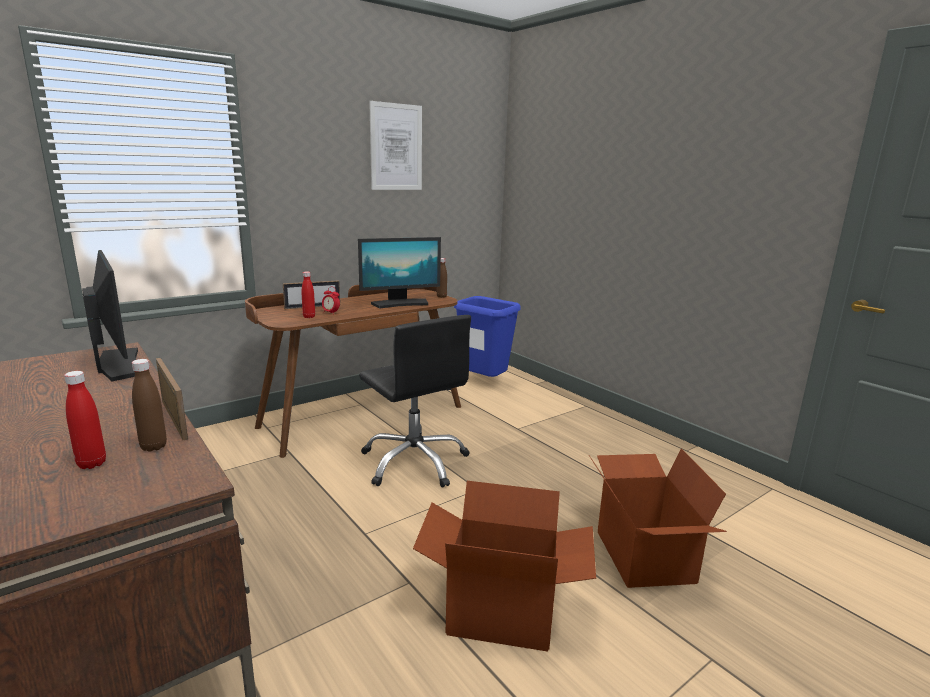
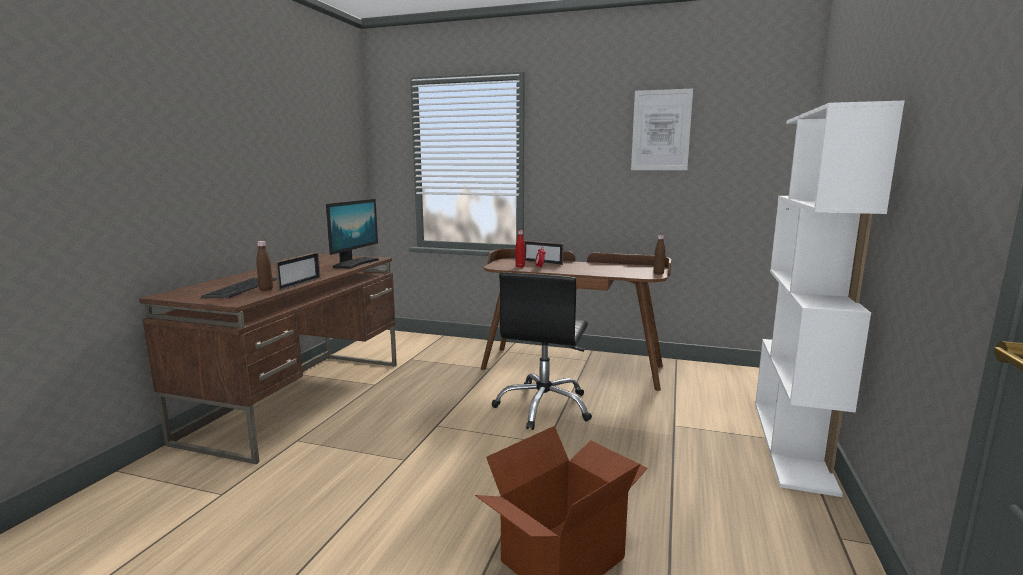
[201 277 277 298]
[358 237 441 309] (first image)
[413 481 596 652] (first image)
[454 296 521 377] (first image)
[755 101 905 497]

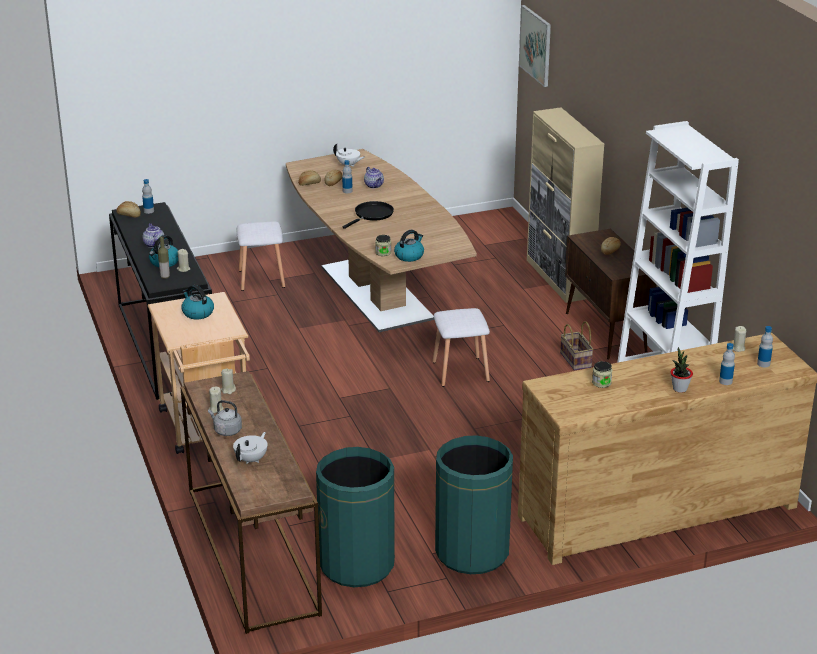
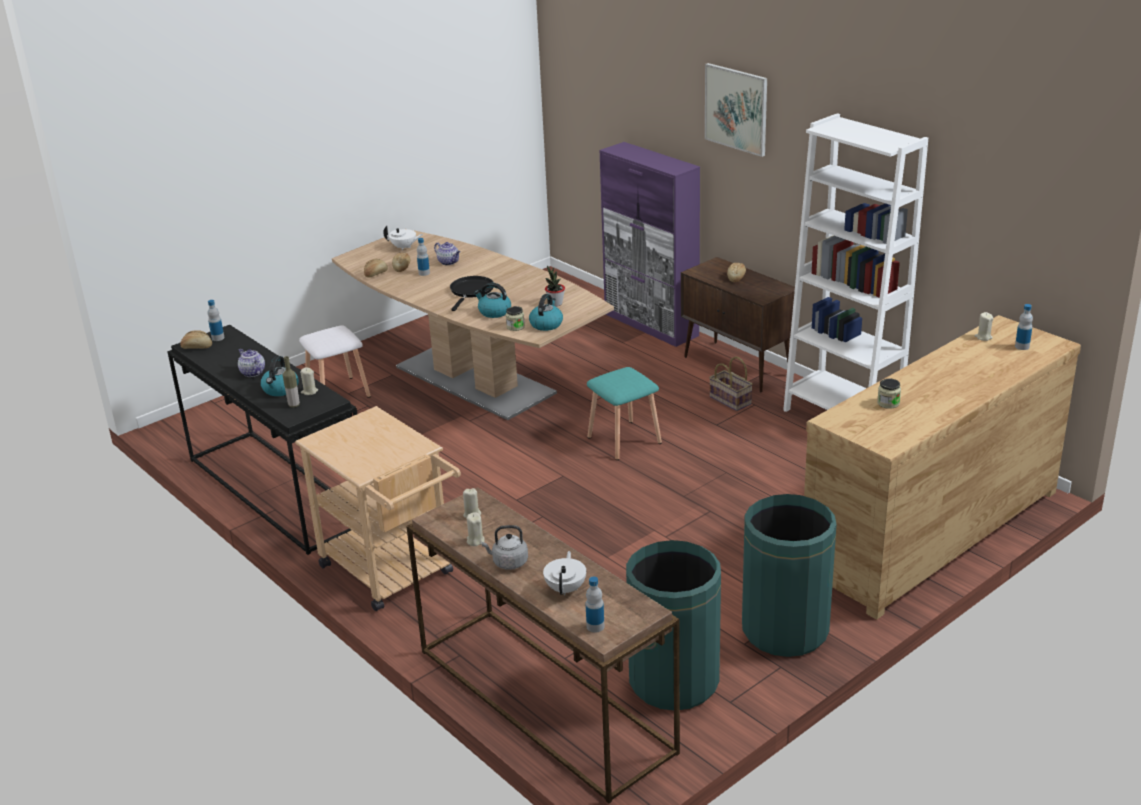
[474 283 511 318]
[587 367 662 460]
[705 63 767 157]
[599 142 700 347]
[545 266 565 307]
[586 576 605 633]

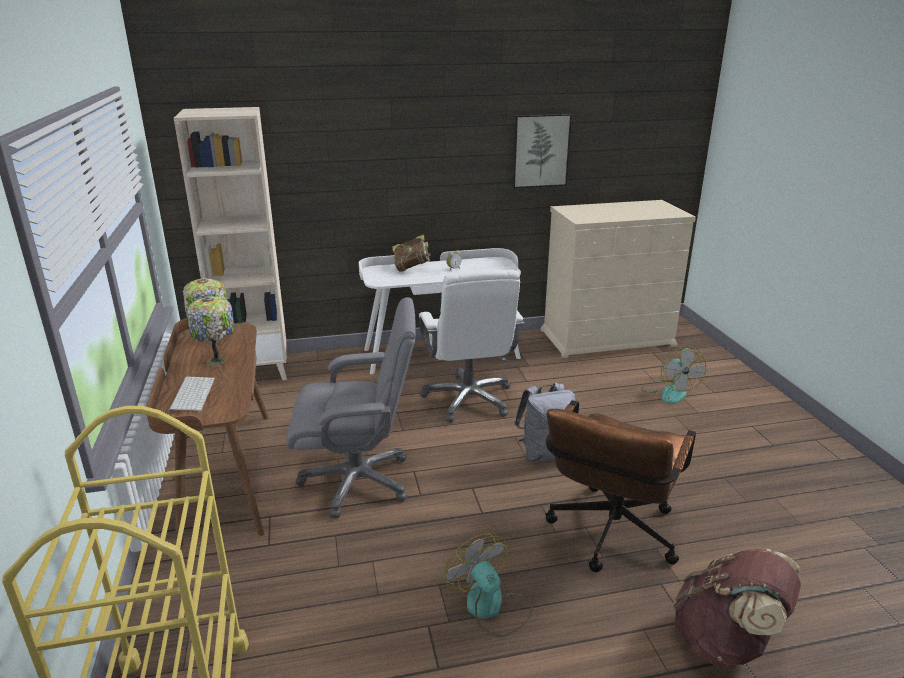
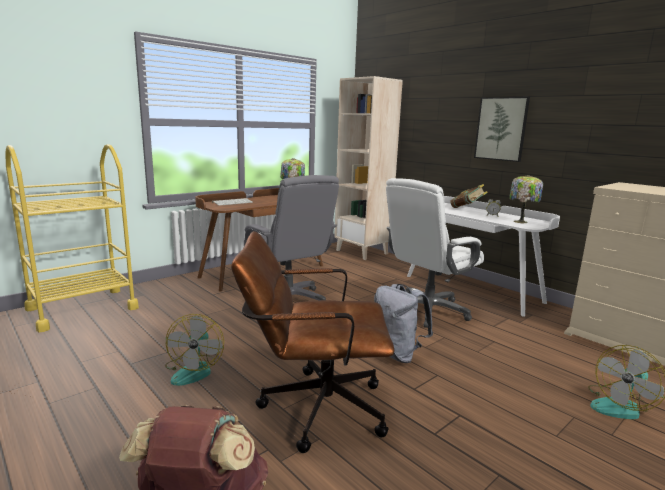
[509 175 543 223]
[165 314 224 386]
[474 97 530 162]

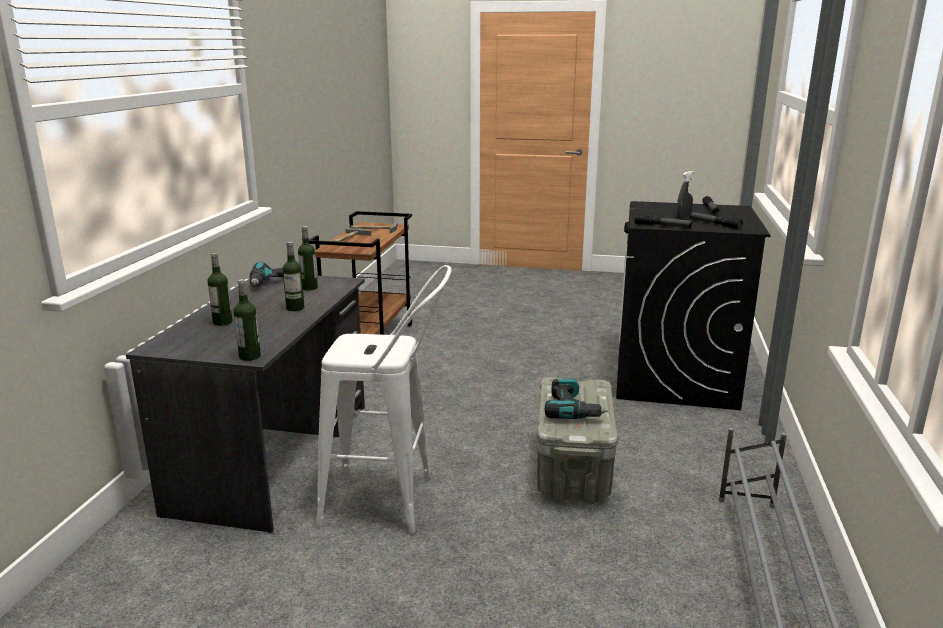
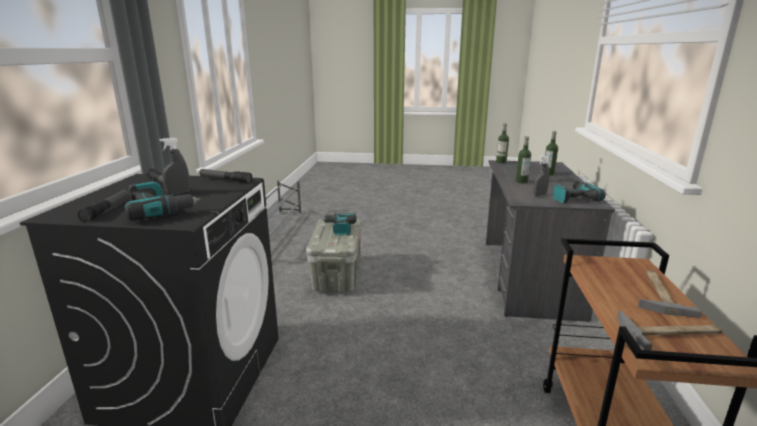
[534 155 549 196]
[316 265 451 534] (first image)
[124 182 201 221]

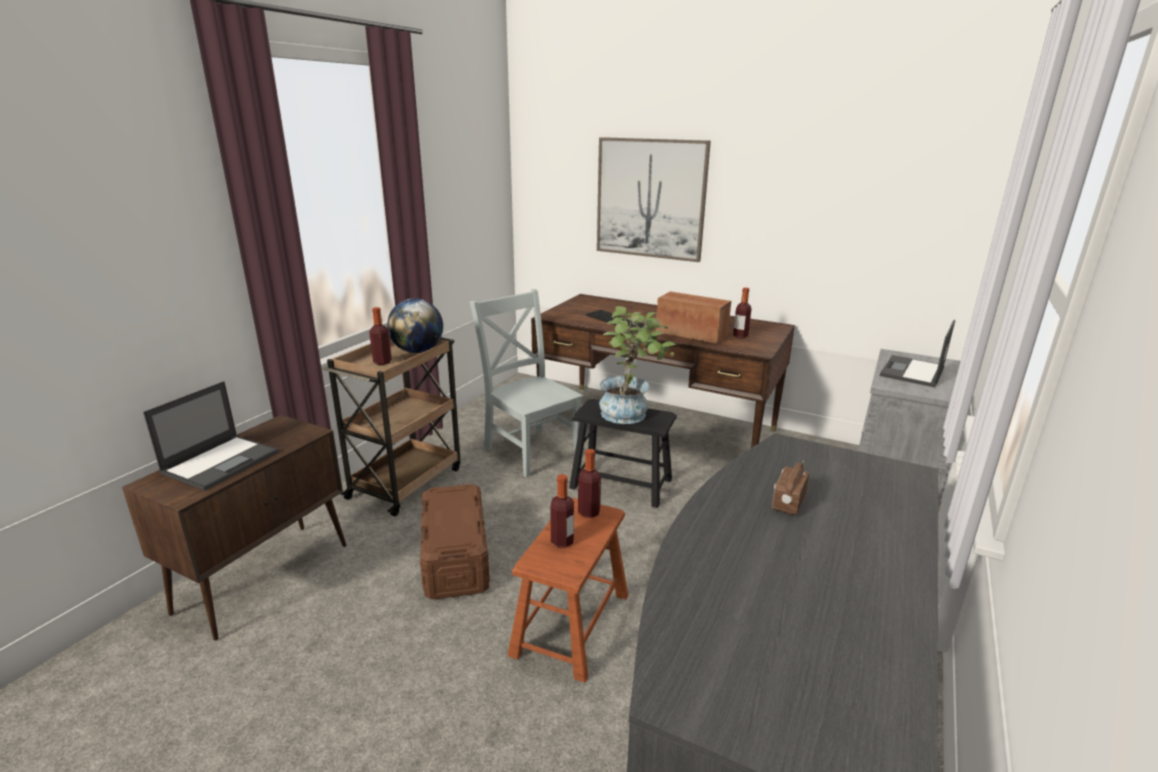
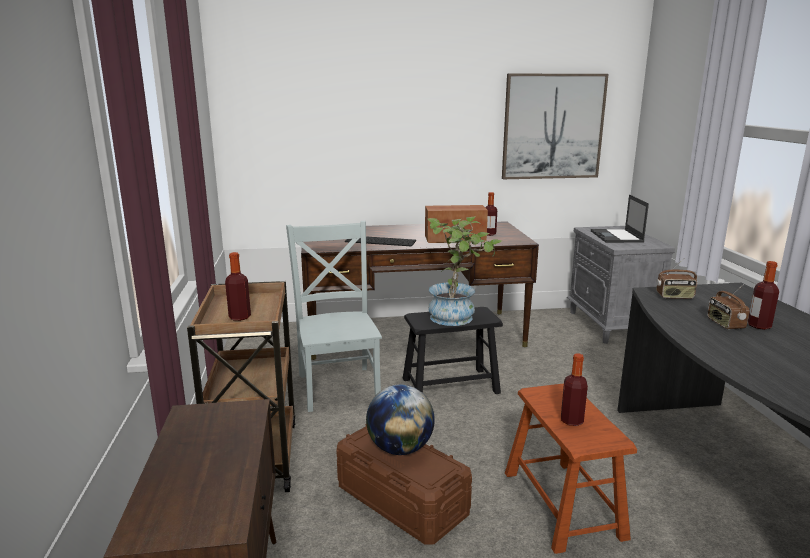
[143 381 278 491] (first image)
[366 385 435 455]
[286 221 382 412]
[748 261 779 330]
[502 74 609 179]
[656 258 698 299]

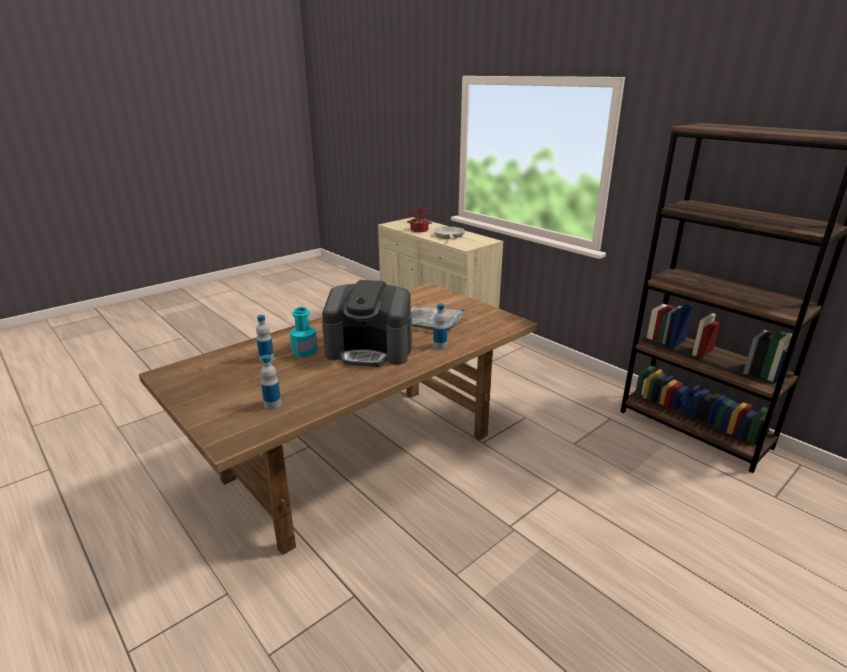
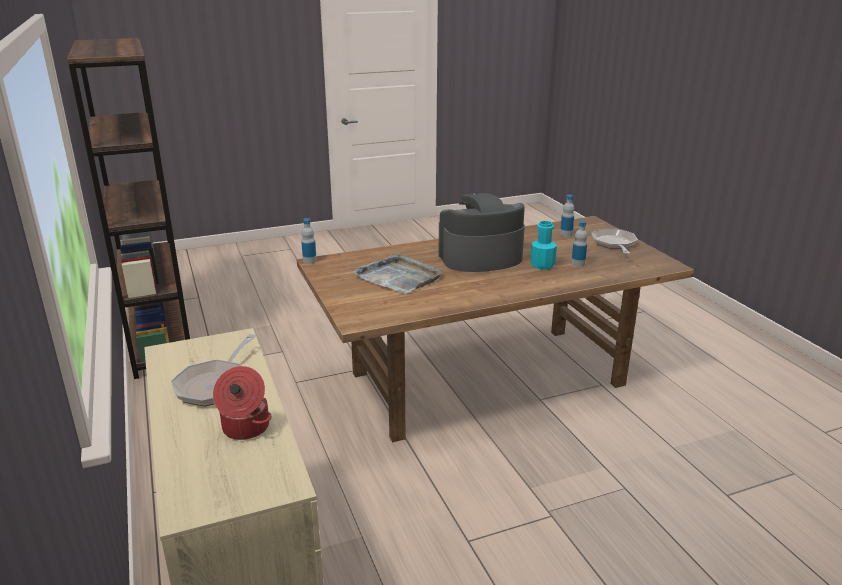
[438 193 525 272]
[301 218 317 264]
[591 229 638 254]

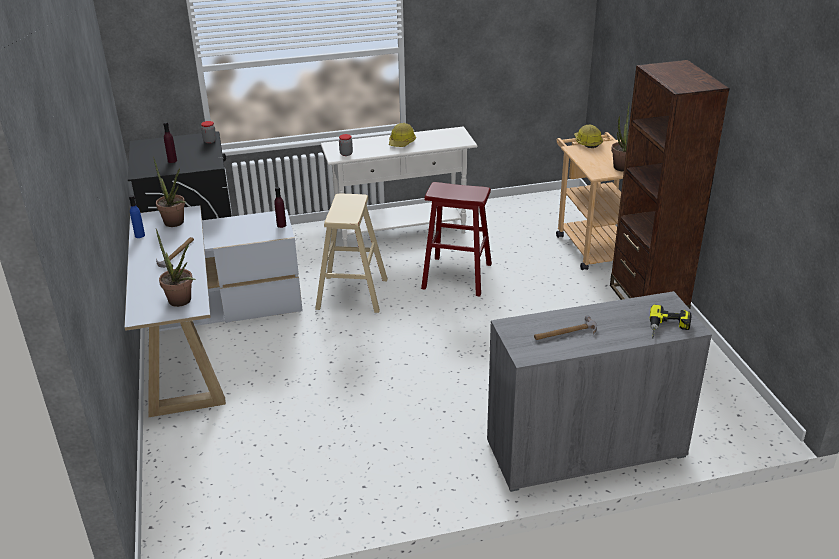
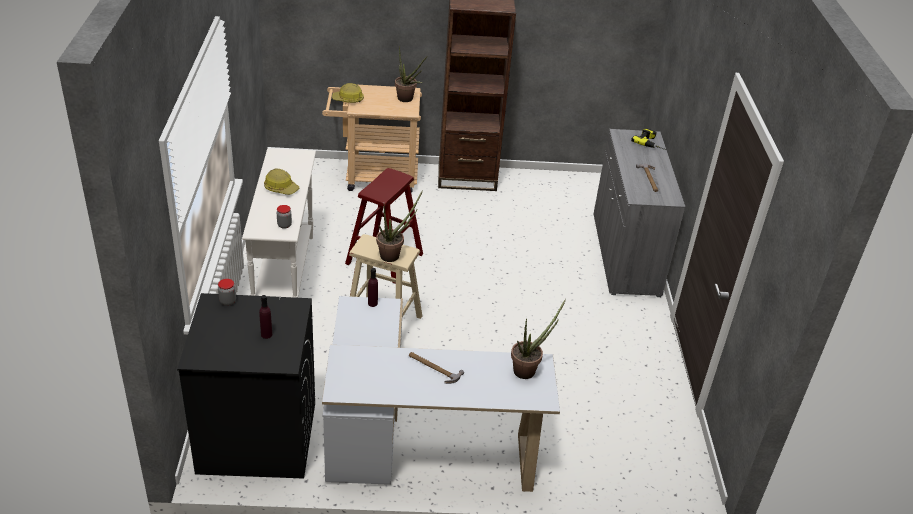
[129 195 145 238] (first image)
[376 190 423 262]

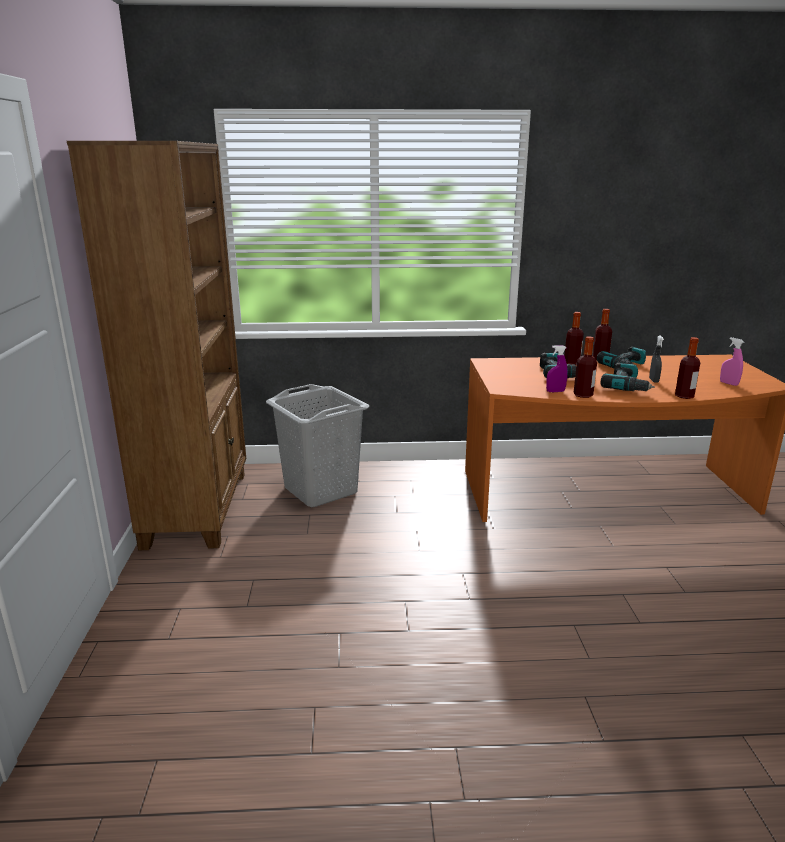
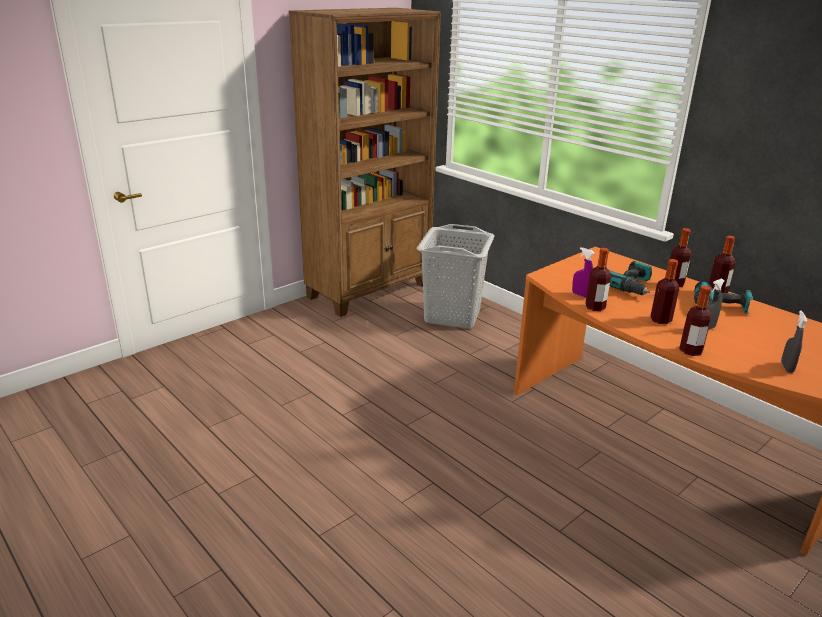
[650 259 679 324]
[781 311 807 373]

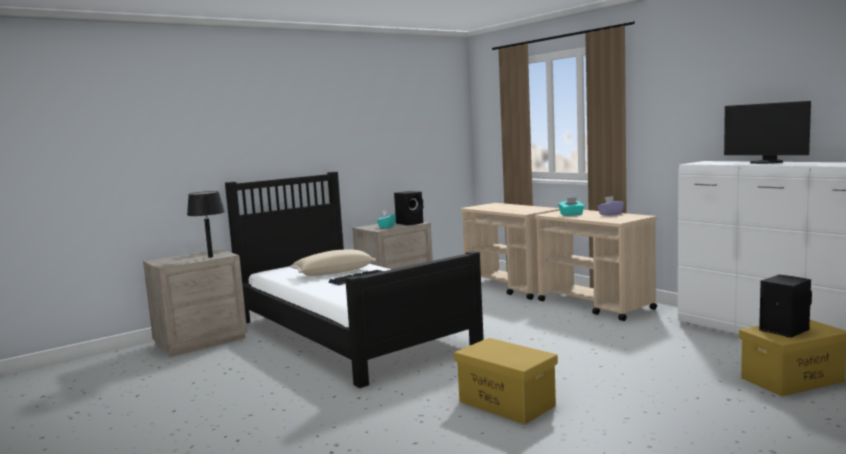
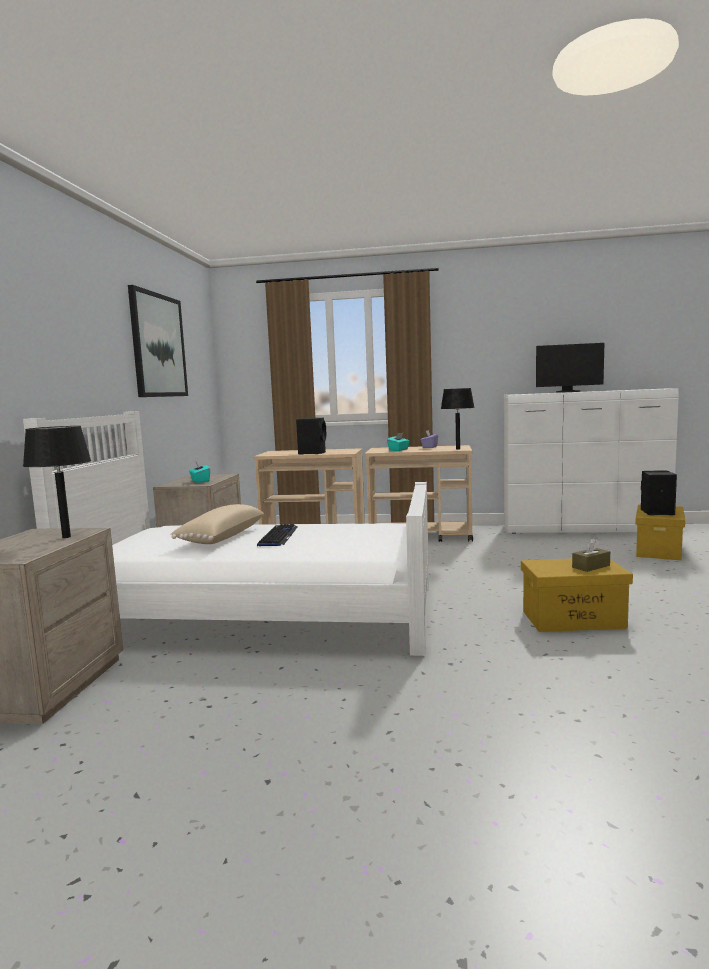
[23 411 429 656]
[296 417 326 455]
[128 285 188 397]
[441 388 475 450]
[572 538 610 572]

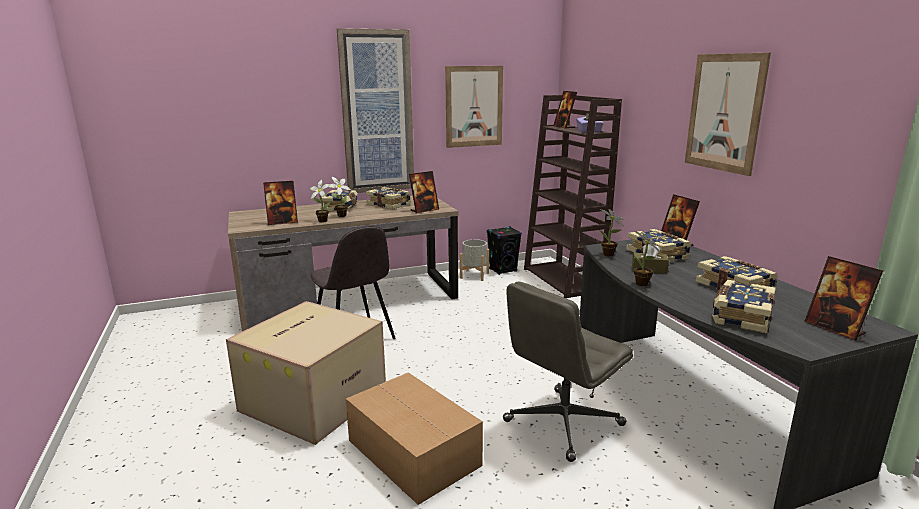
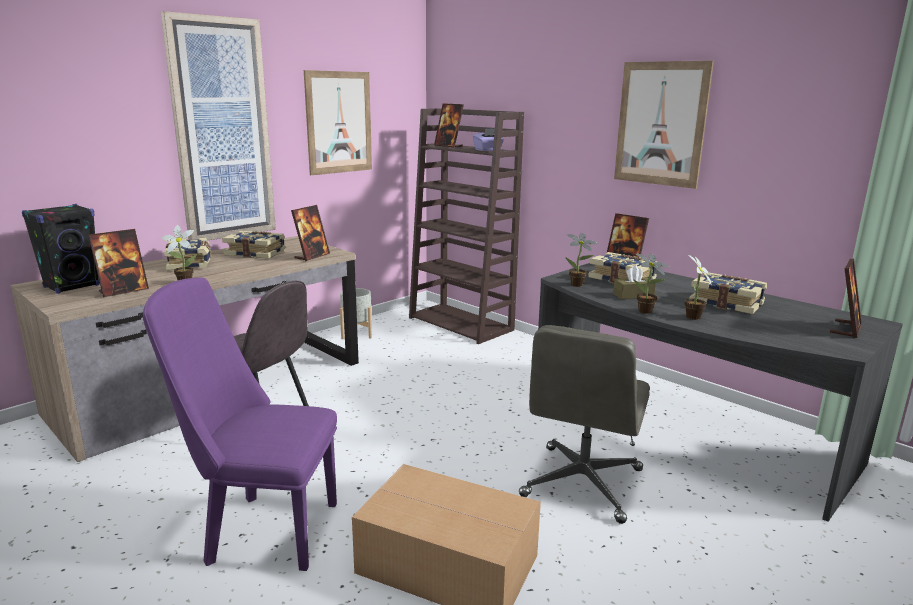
[143 277 337 571]
[685 255 712 320]
[22 204 100 294]
[712 280 776 334] (first image)
[830 259 862 338]

